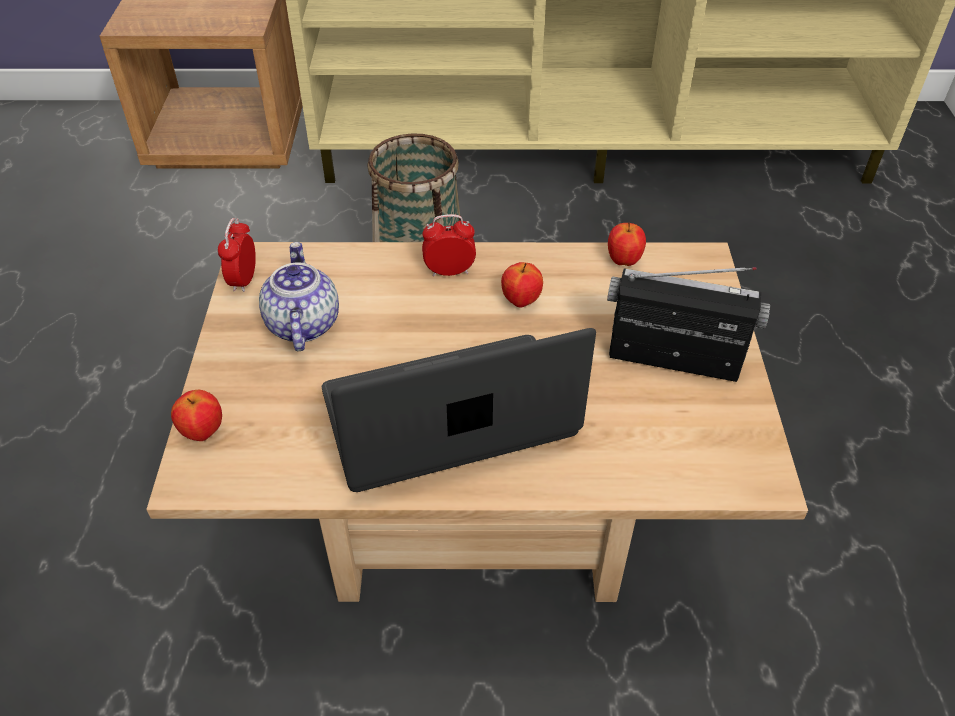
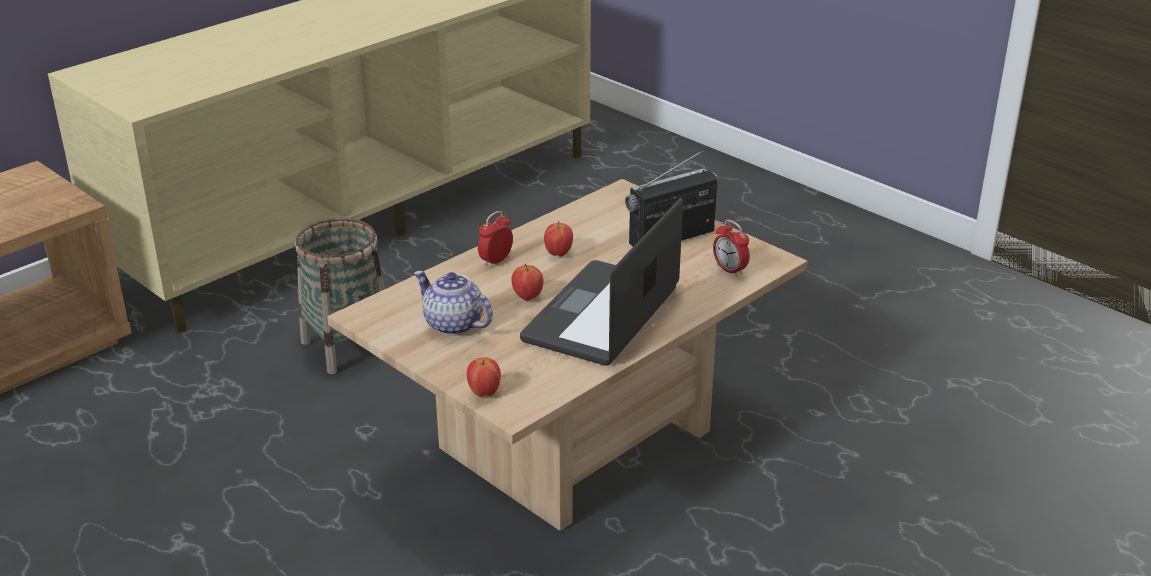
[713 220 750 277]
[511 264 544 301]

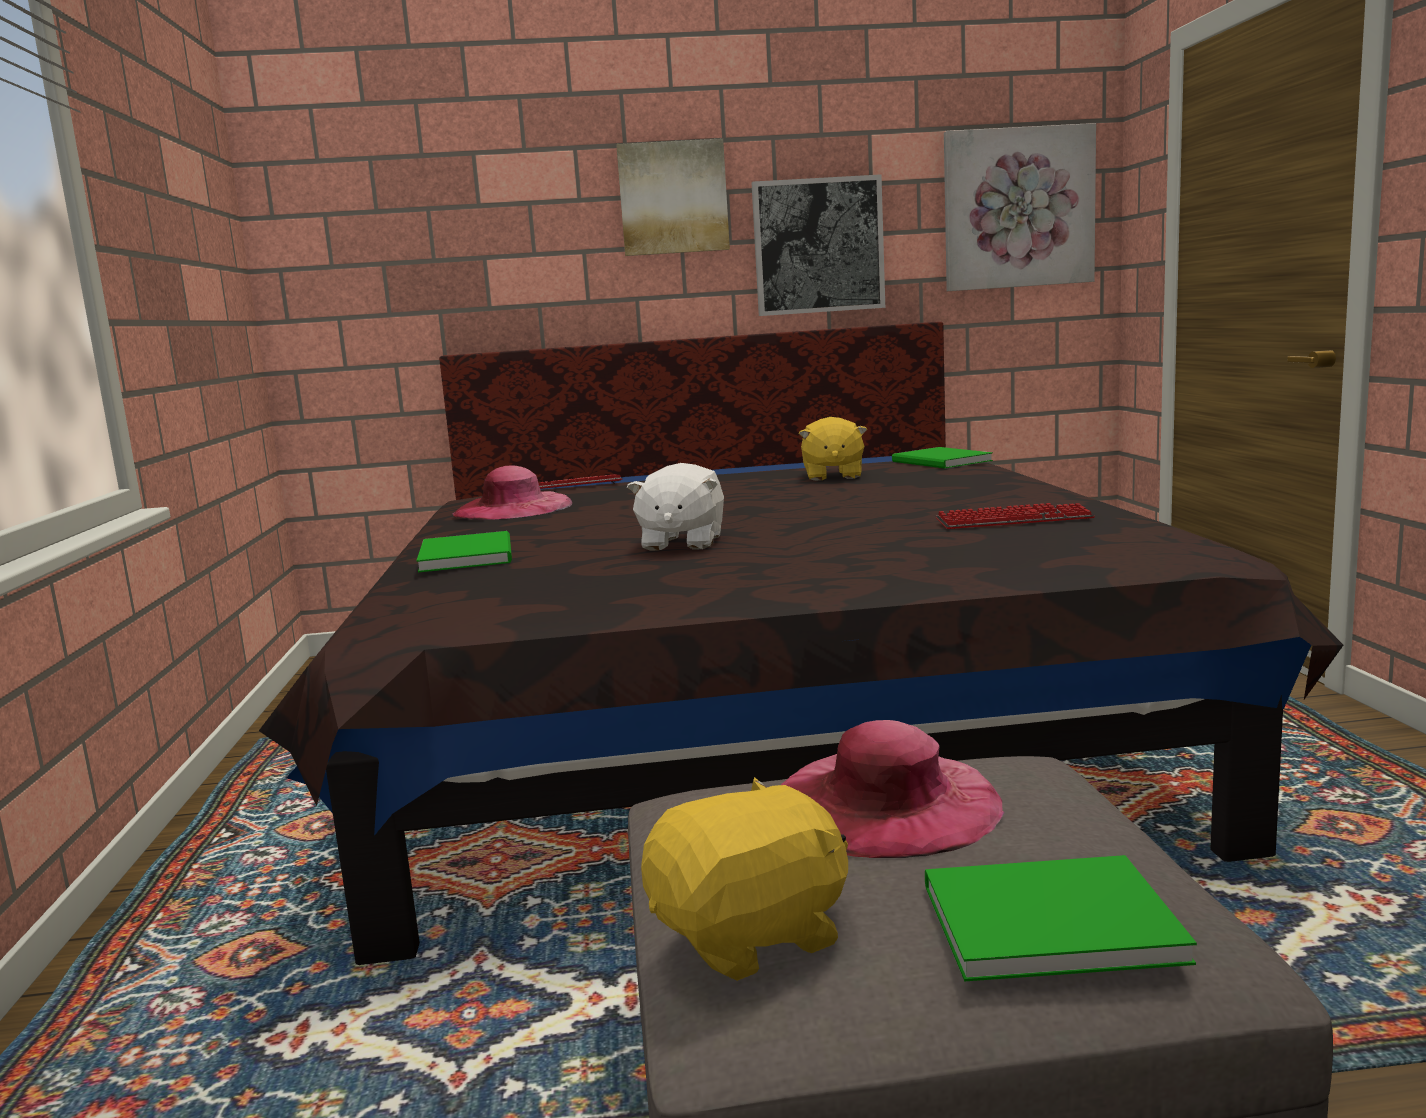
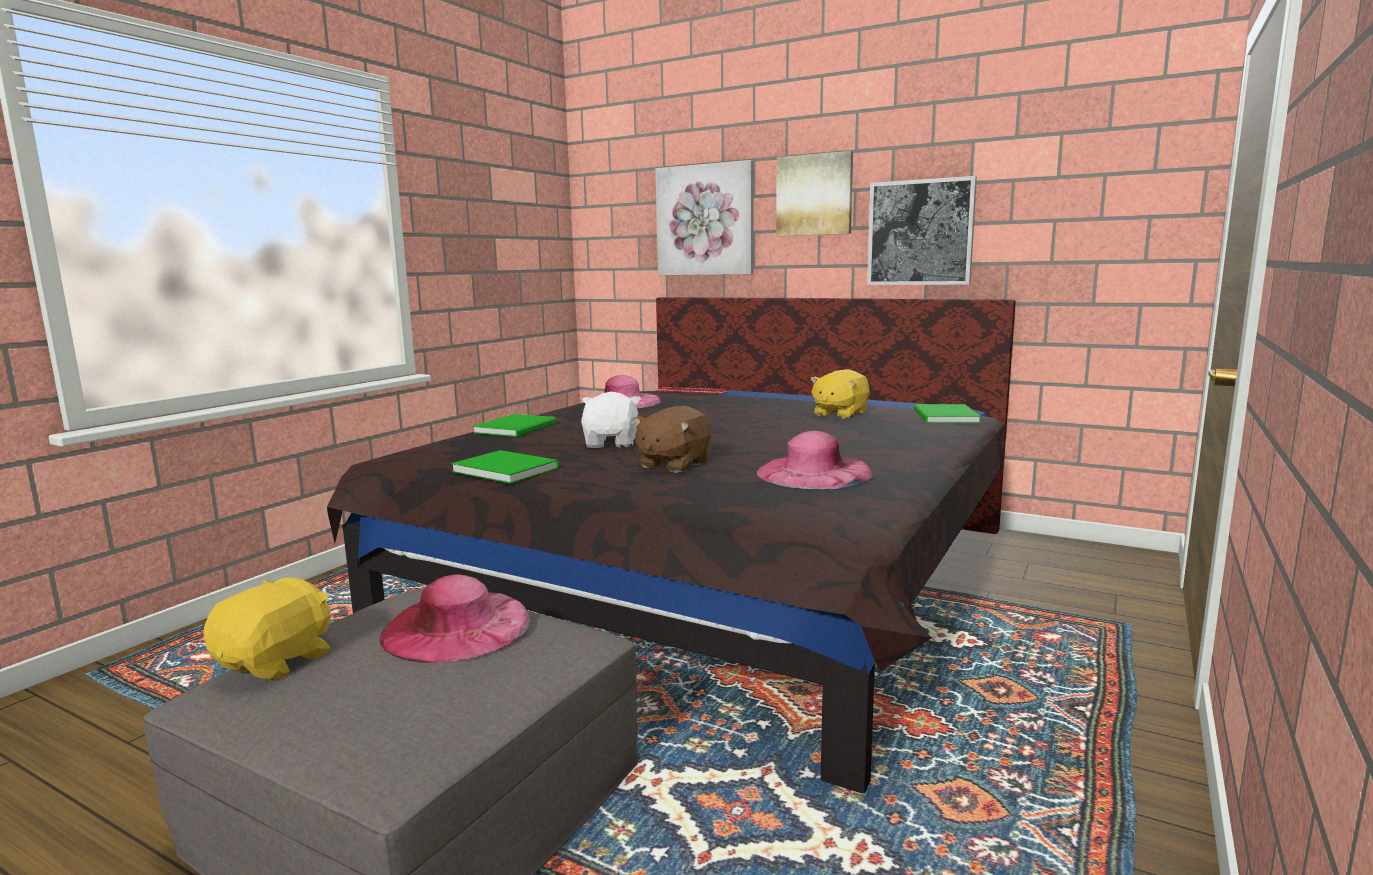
[581 392 641 448]
[203 577 331 681]
[451 450 559 484]
[757 431 873 489]
[655 160 754 275]
[633 406 712 473]

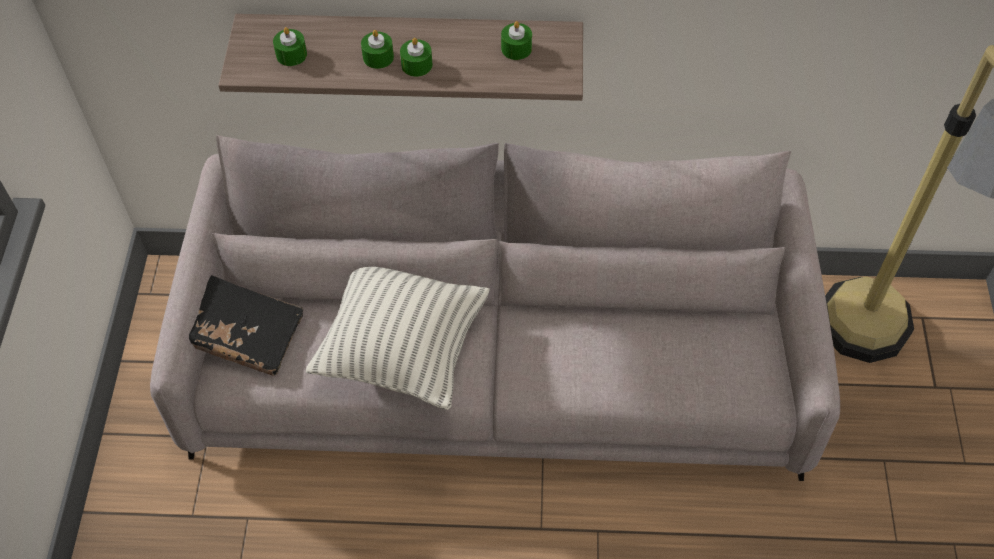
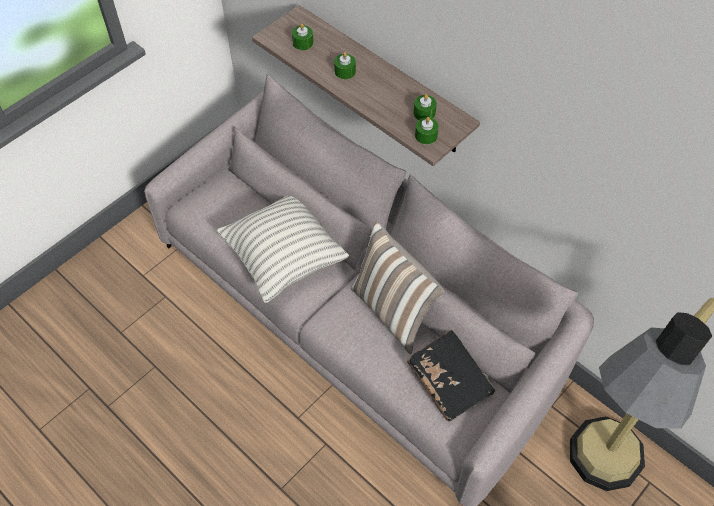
[407 330 496 422]
[415 117 439 145]
[351 222 444 354]

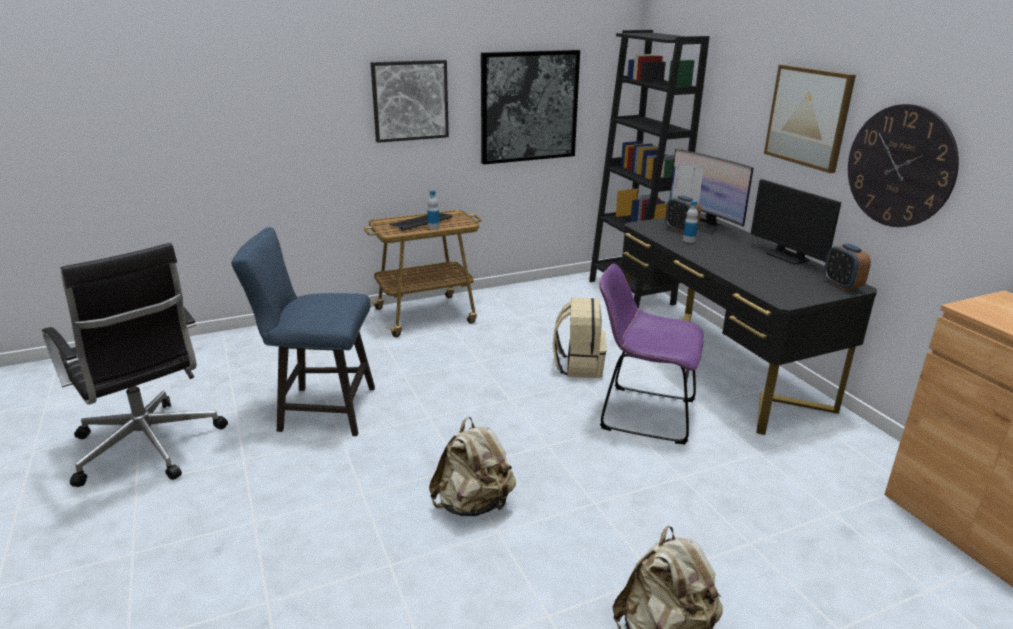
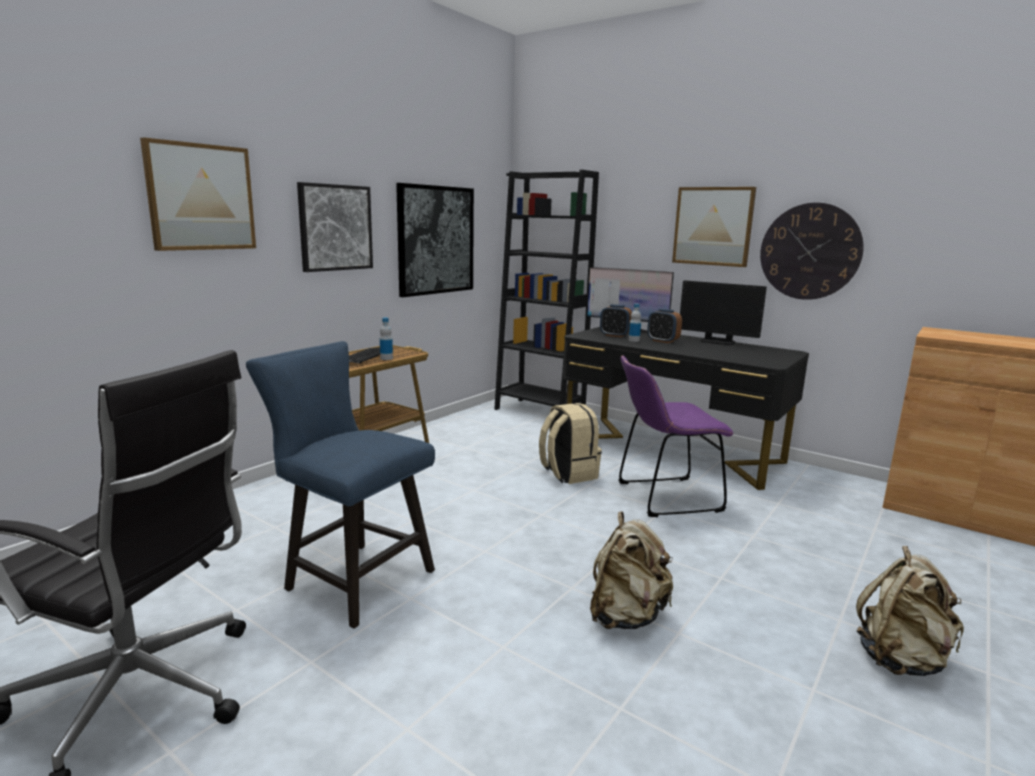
[246 341 435 629]
[647 309 682 343]
[140 137 256 251]

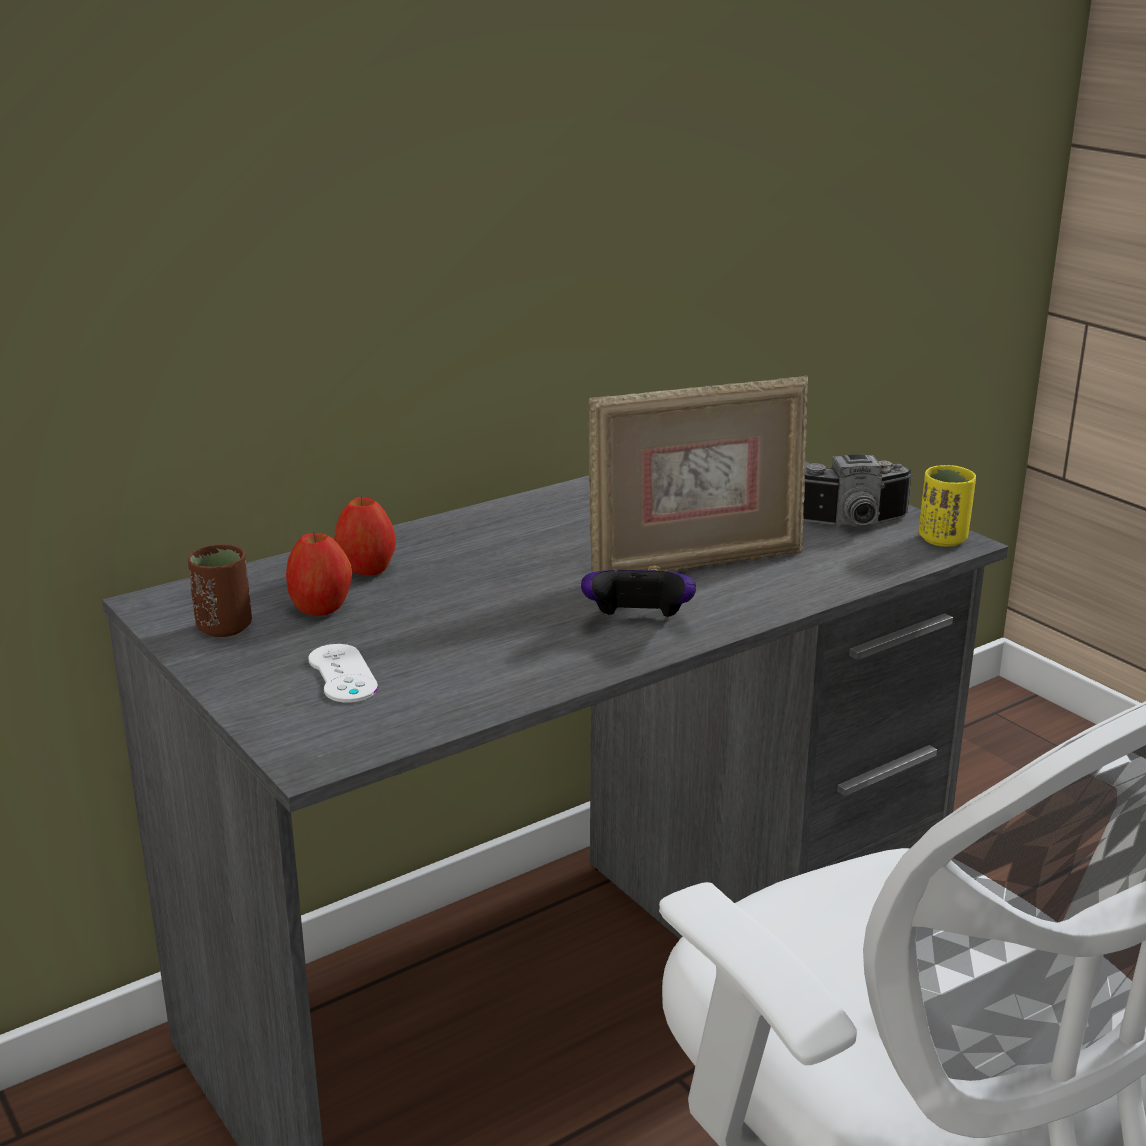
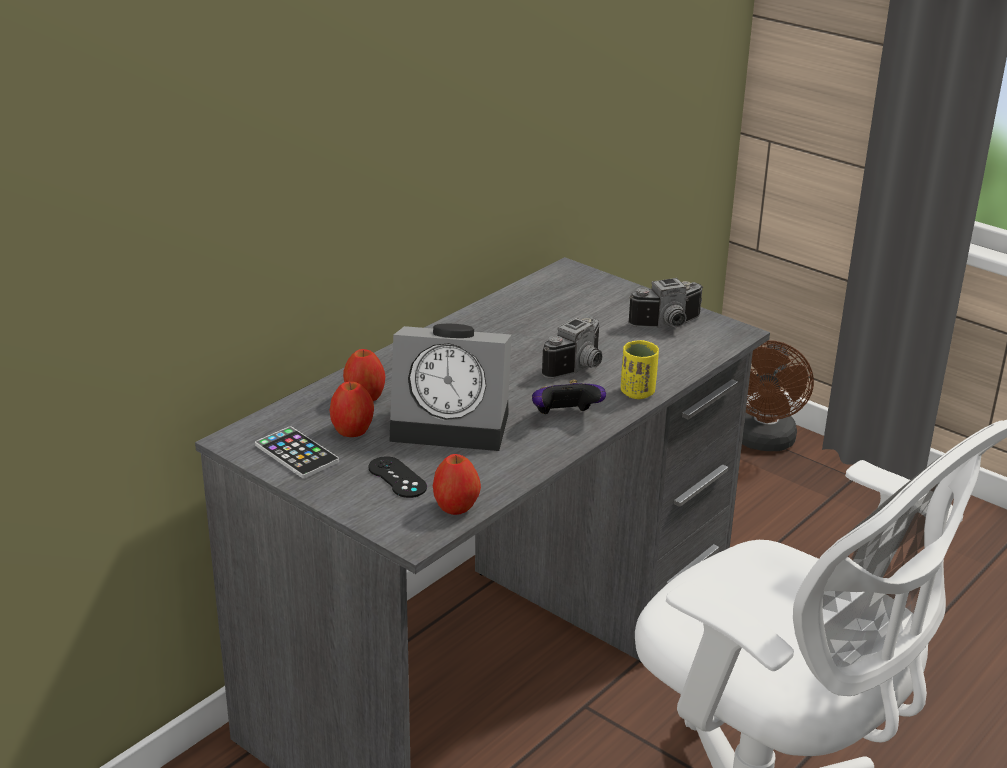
[255 426 339 478]
[368 457 427 498]
[542 317 602 378]
[621 340 659 399]
[389 324 512 451]
[433 454 481 515]
[742 340 814 451]

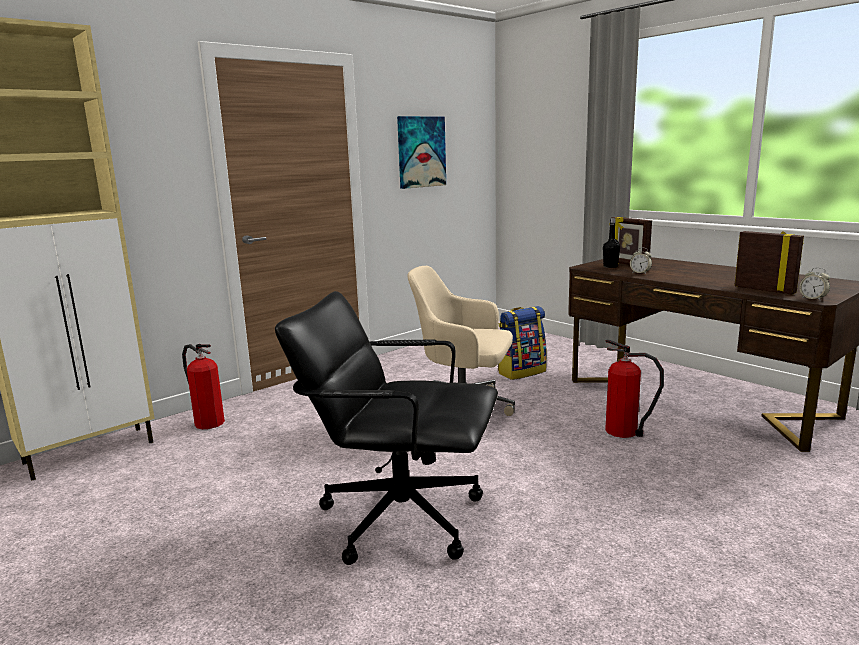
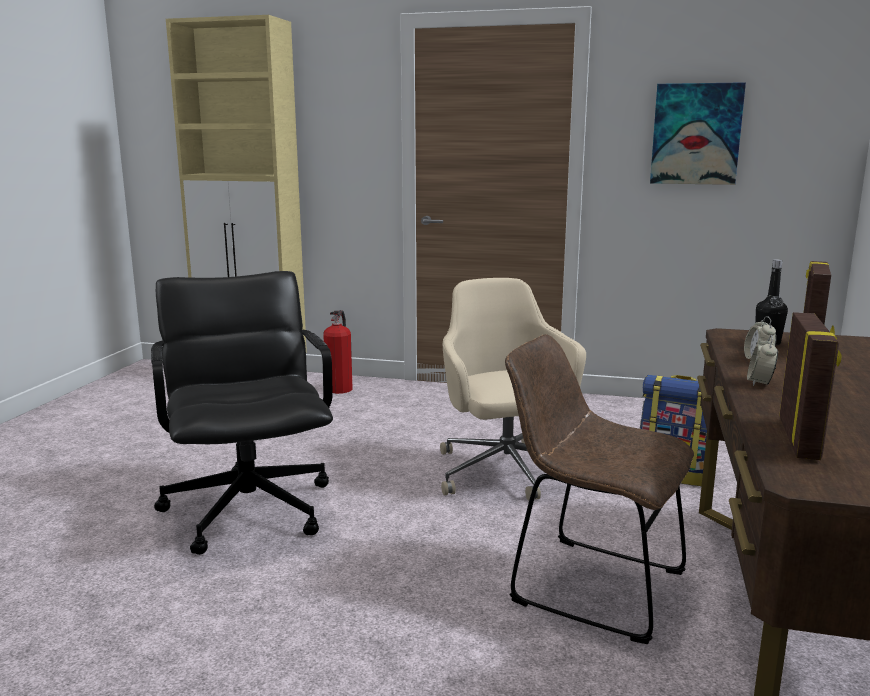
[505 334 694 644]
[747 335 778 386]

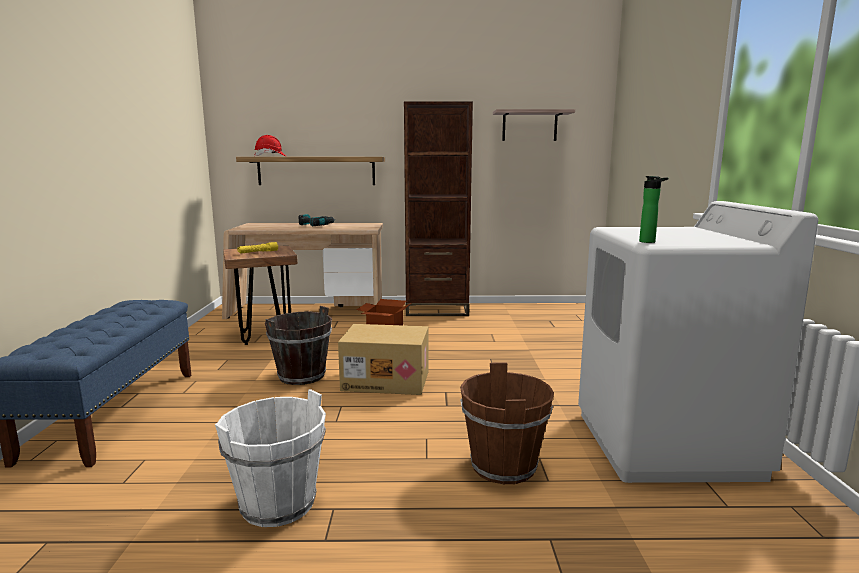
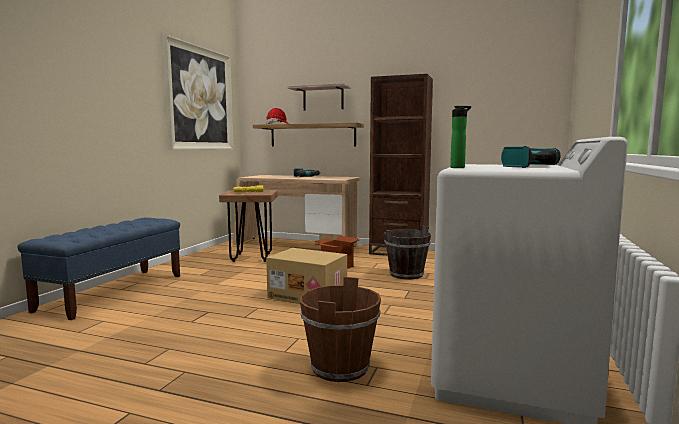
[215 389 326 527] (first image)
[384 226 431 280]
[287 83 351 111]
[162 35 233 150]
[501 146 561 168]

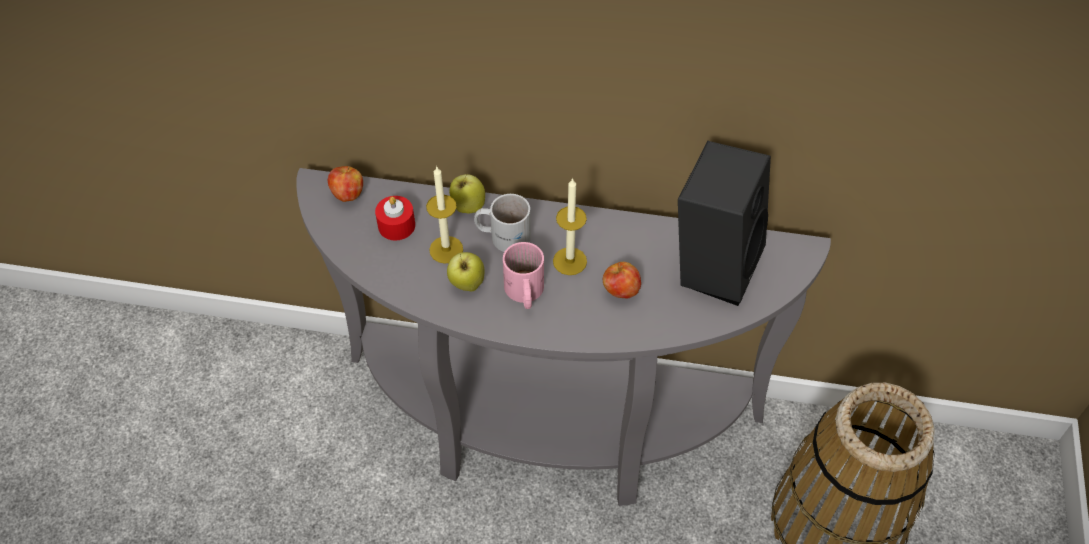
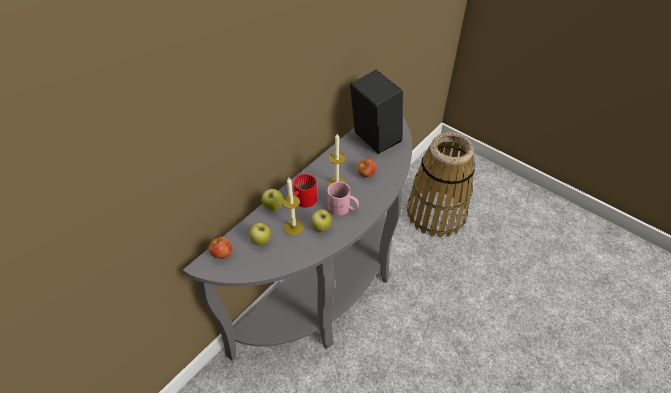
[249 222 271 245]
[293 174 317 208]

